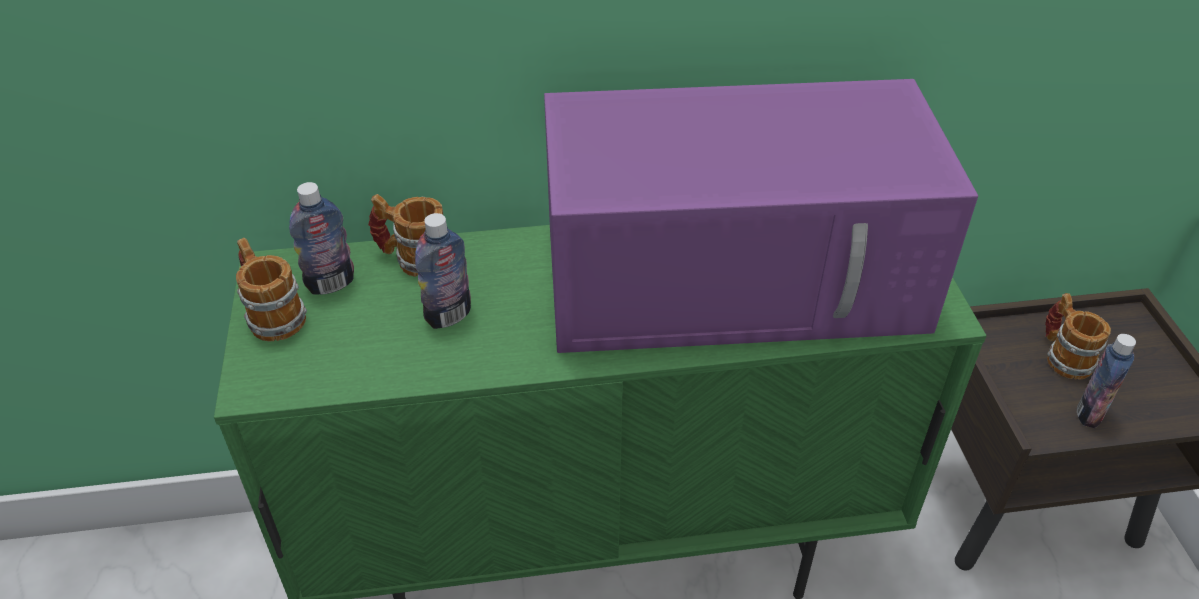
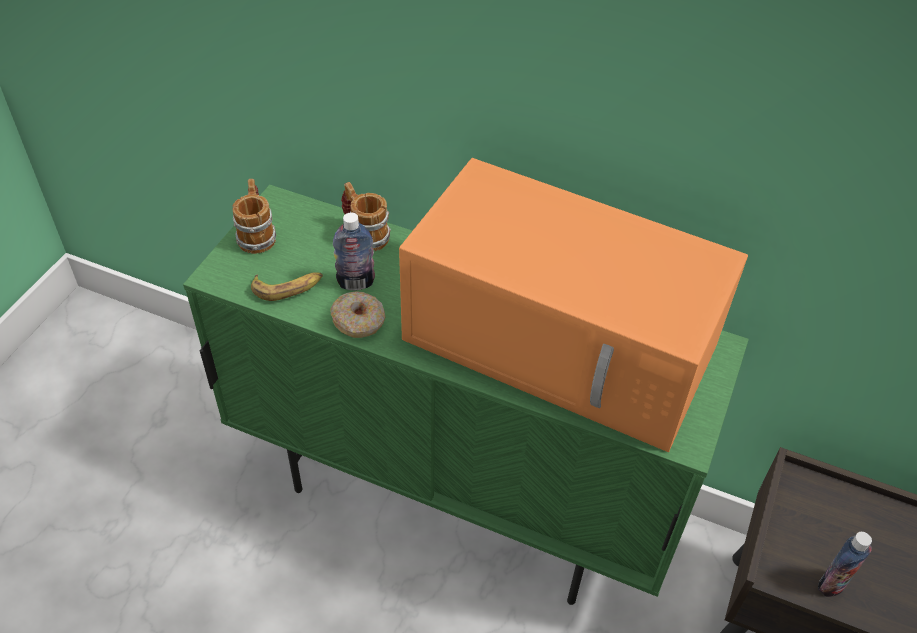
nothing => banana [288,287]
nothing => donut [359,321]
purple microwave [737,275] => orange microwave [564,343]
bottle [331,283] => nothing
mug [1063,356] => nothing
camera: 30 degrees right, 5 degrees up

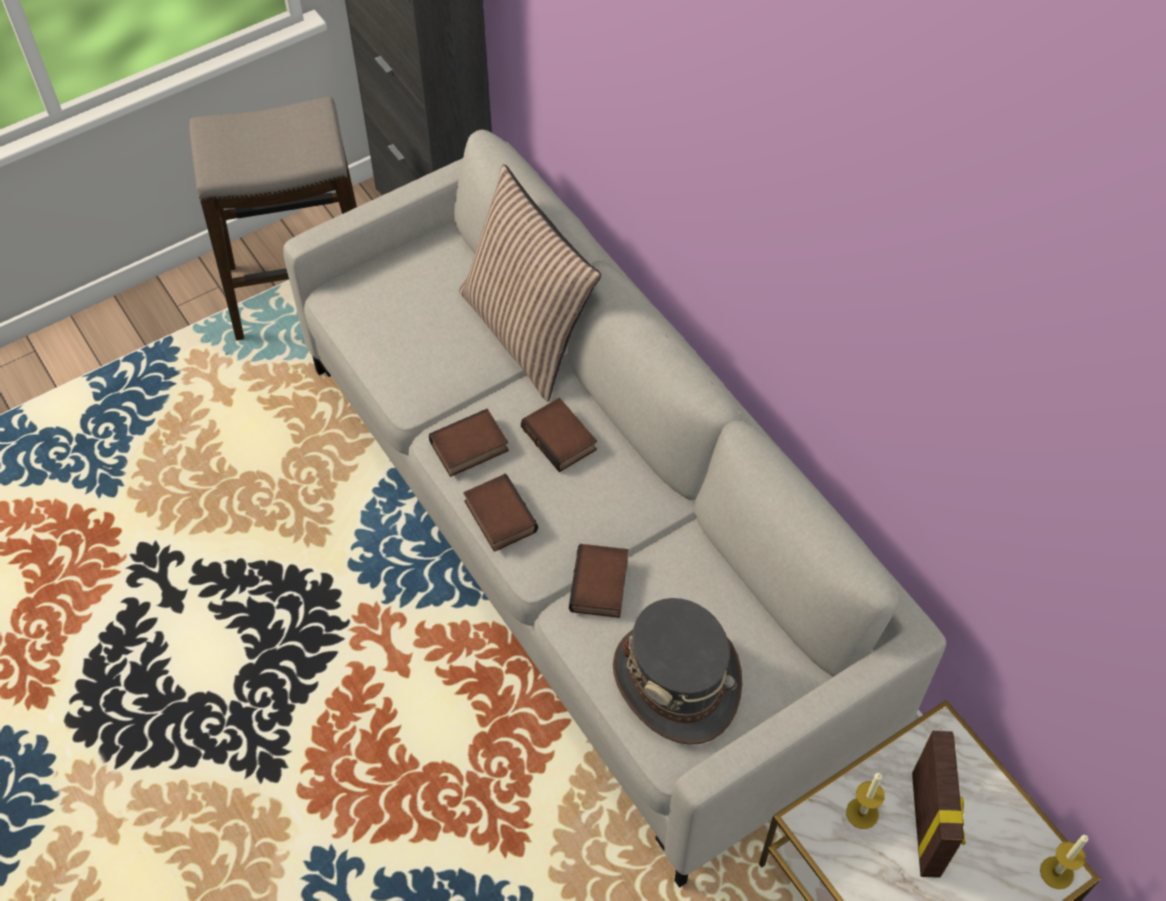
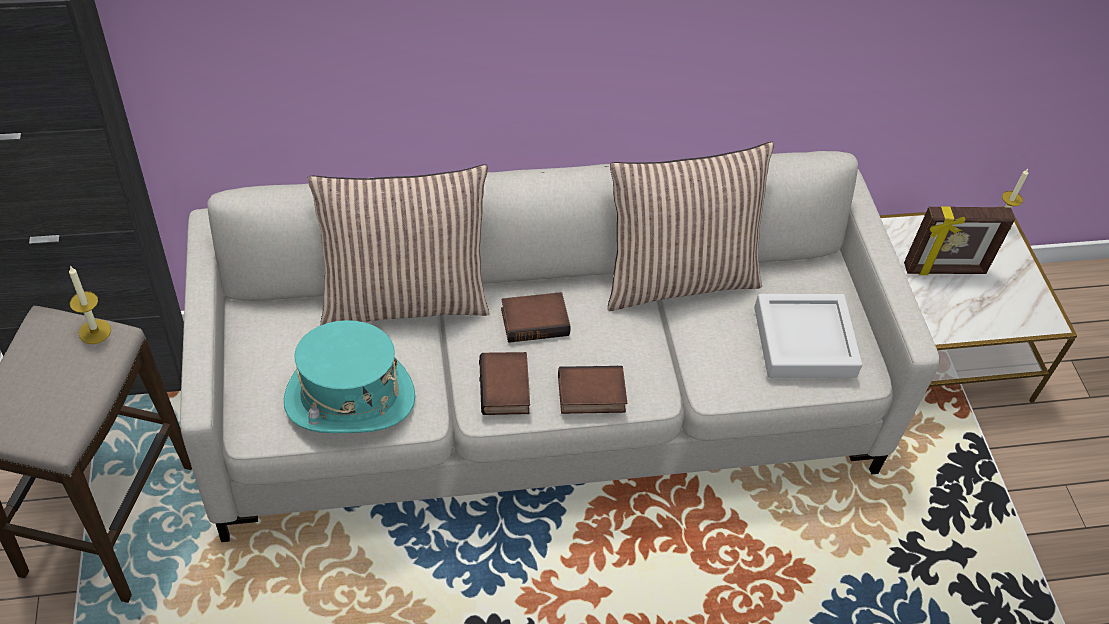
candle [862,813] => candle [95,331], relocated
nothing => turquoise hat [349,399]
nothing => pillow [678,277]
grey hat [676,681] => grey tray [804,342]
picture frame [927,825] => picture frame [944,270], 150 degrees clockwise
book [601,586] => nothing
camera: 70 degrees left, 5 degrees down

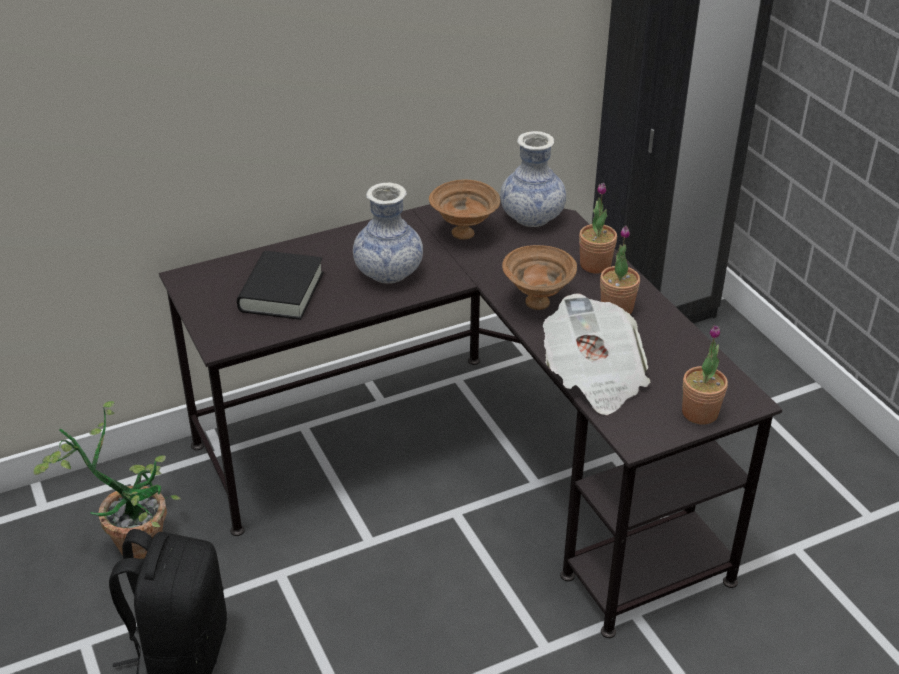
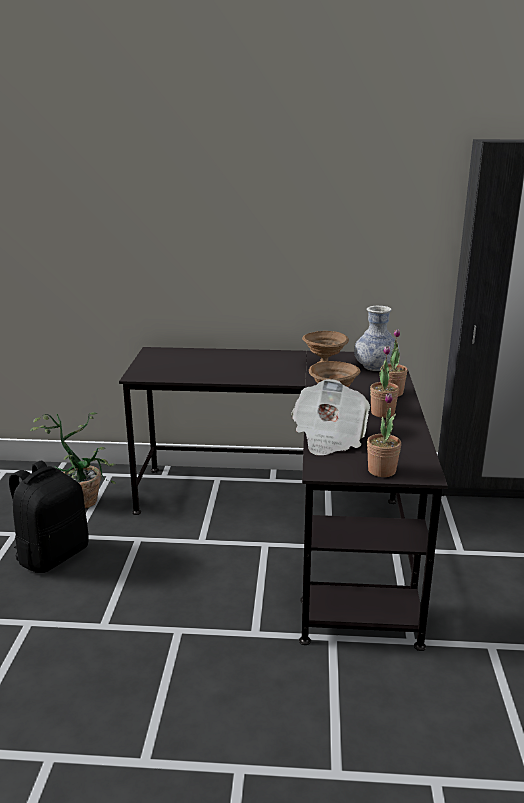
black book [281,292] => nothing
vase [388,273] => nothing
camera: 30 degrees right, 15 degrees down

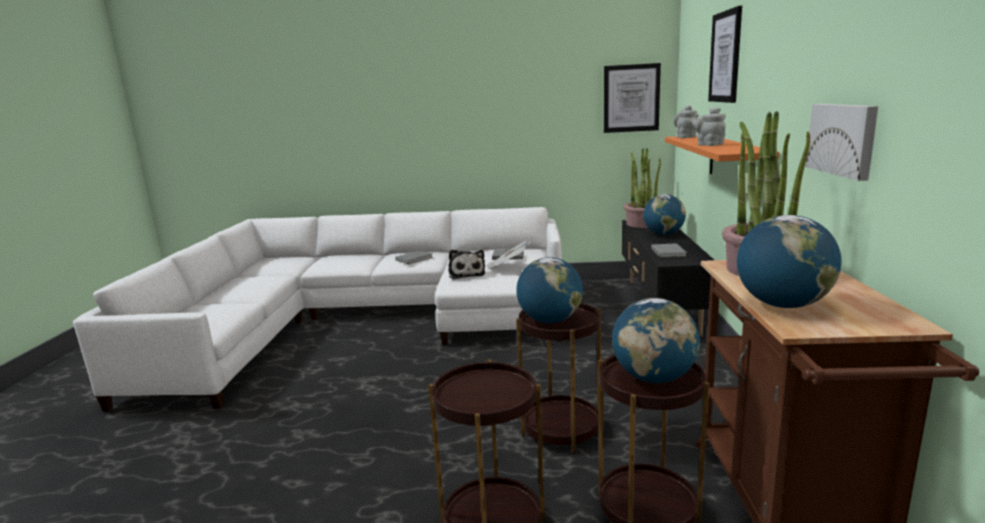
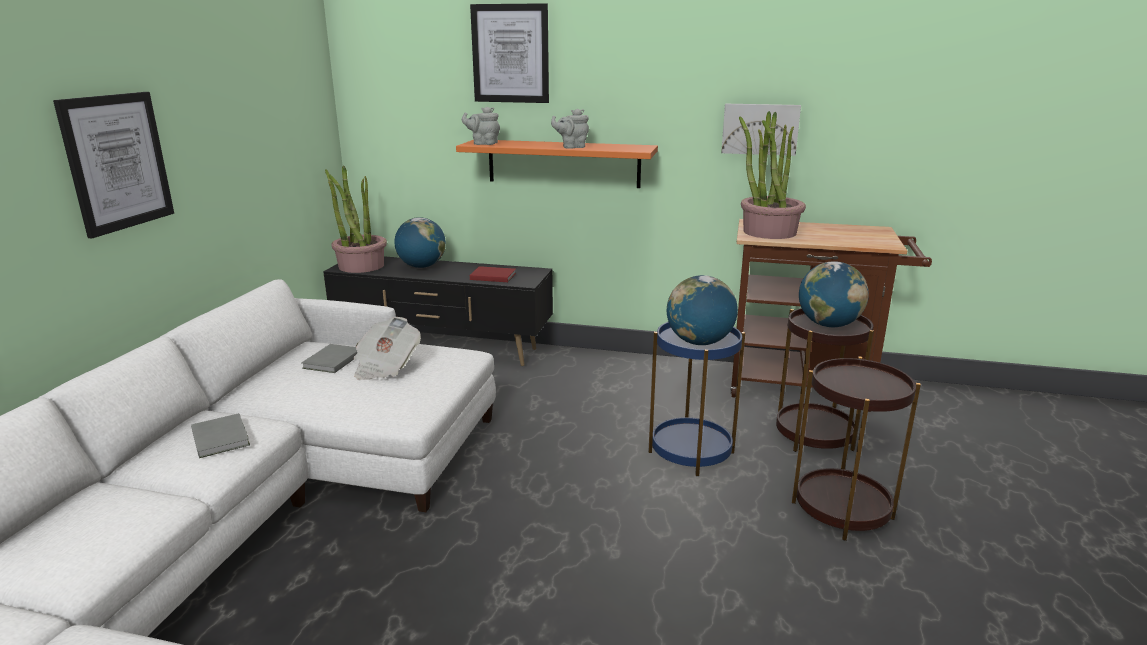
picture [631,98] => picture [117,162], relocated
grey book [668,252] => red book [492,276]
brown side table [561,429] => blue side table [691,452]
plush toy [466,274] => nothing
globe [782,305] => nothing
camera: 80 degrees left, 5 degrees up

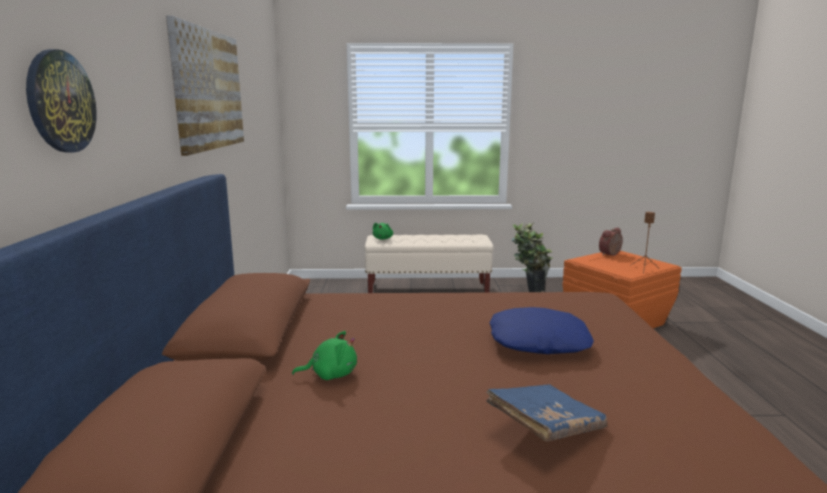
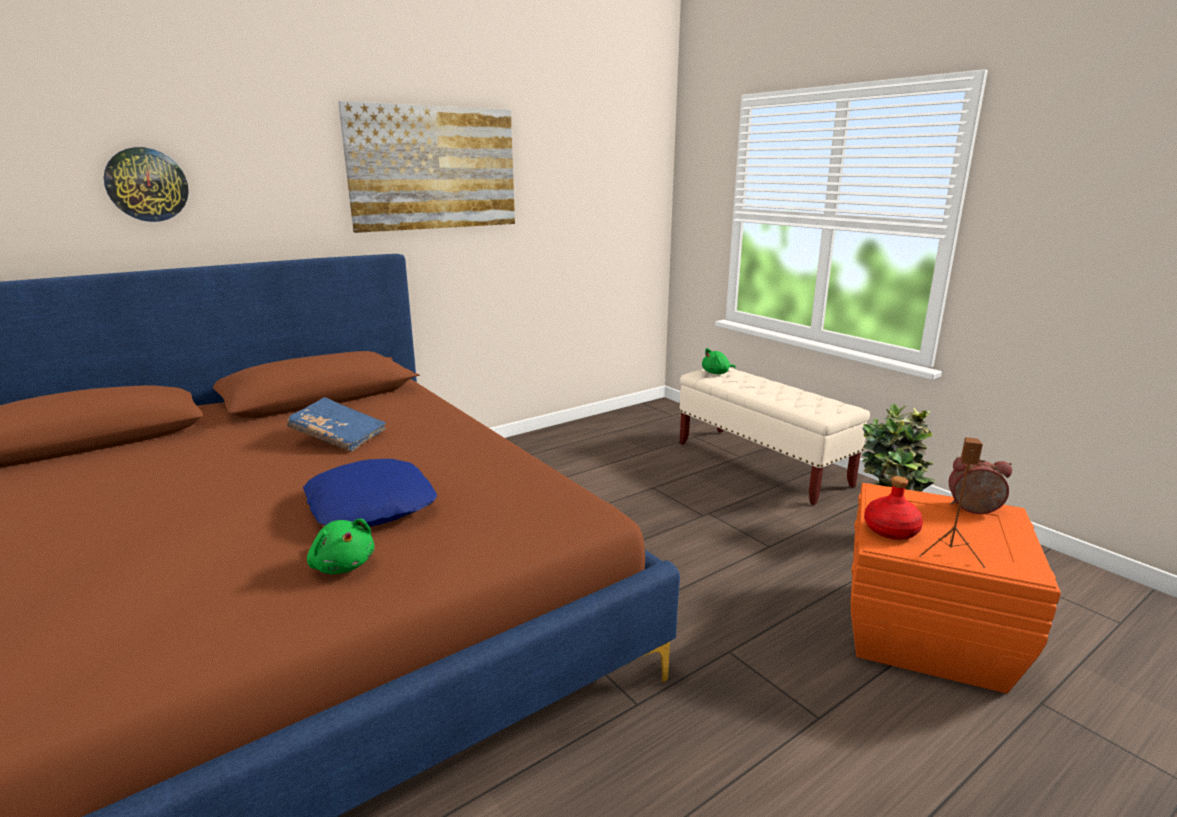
blue book [545,427] => blue book [339,437], relocated
green plush toy [330,374] => green plush toy [342,565], relocated
nothing => red bottle [890,530]
camera: 55 degrees right, 5 degrees up

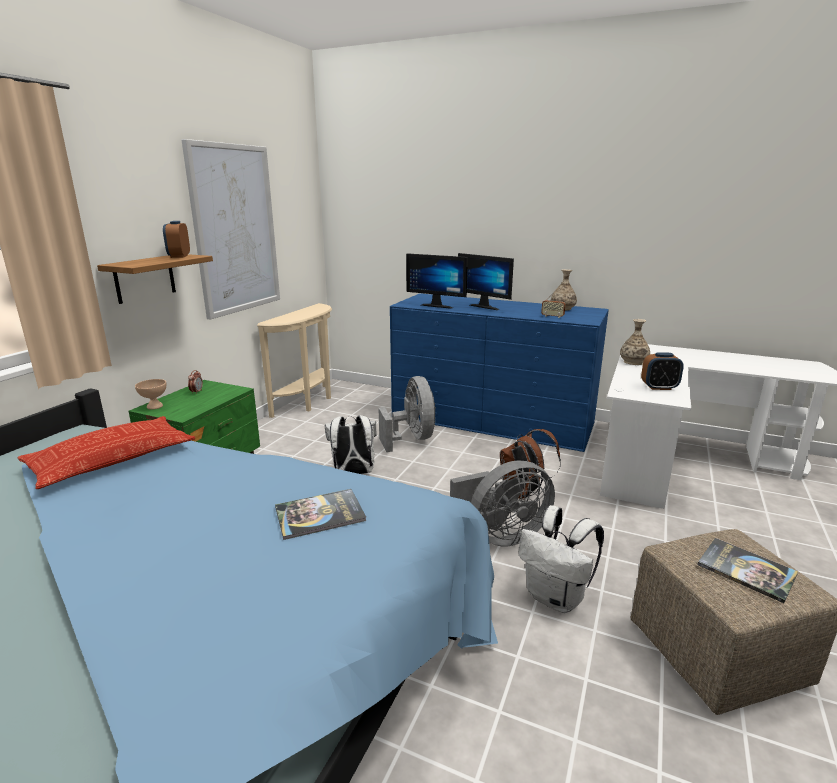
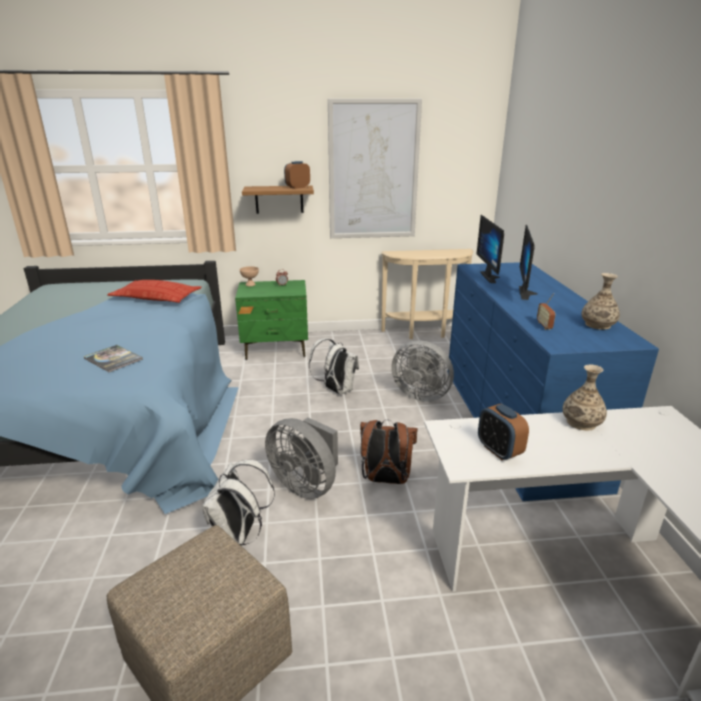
grey fan [412,438] => grey fan [421,394], 75 degrees clockwise
book [746,570] => nothing
camera: 60 degrees right, 5 degrees up

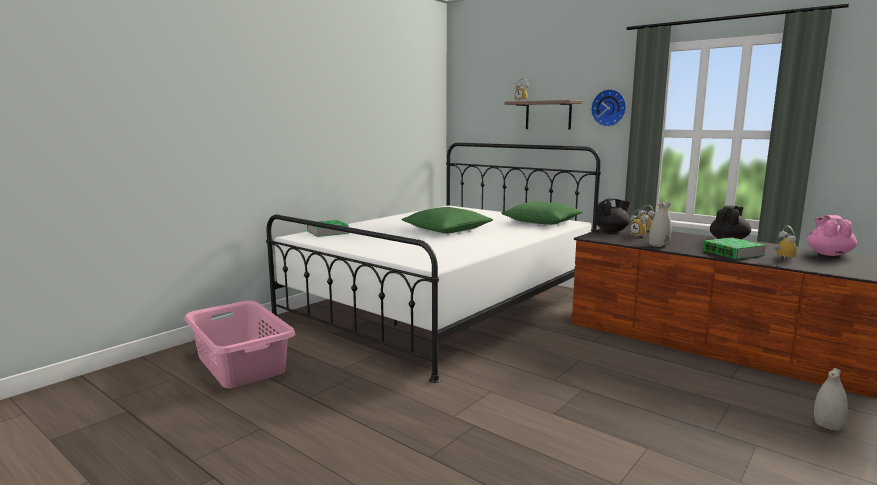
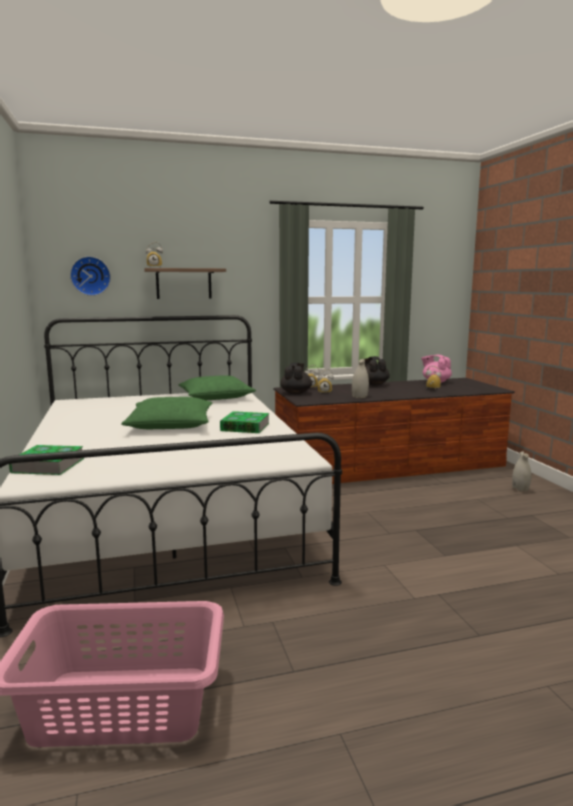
wall clock [609,108] => wall clock [90,276], relocated
book [733,253] => book [245,427], relocated
camera: 55 degrees left, 0 degrees up

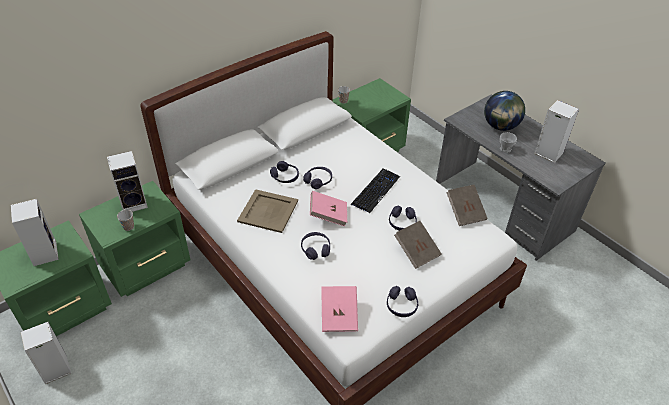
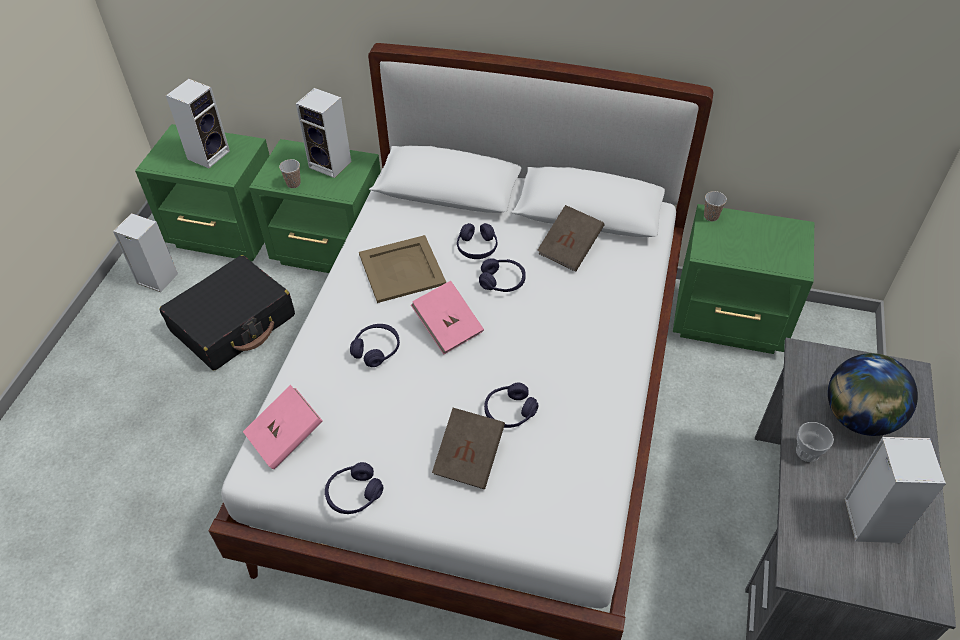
nothing => black suitcase [233,323]
brown book [465,212] => brown book [570,249], relocated
keyboard [375,191] => nothing
camera: 55 degrees right, 5 degrees up

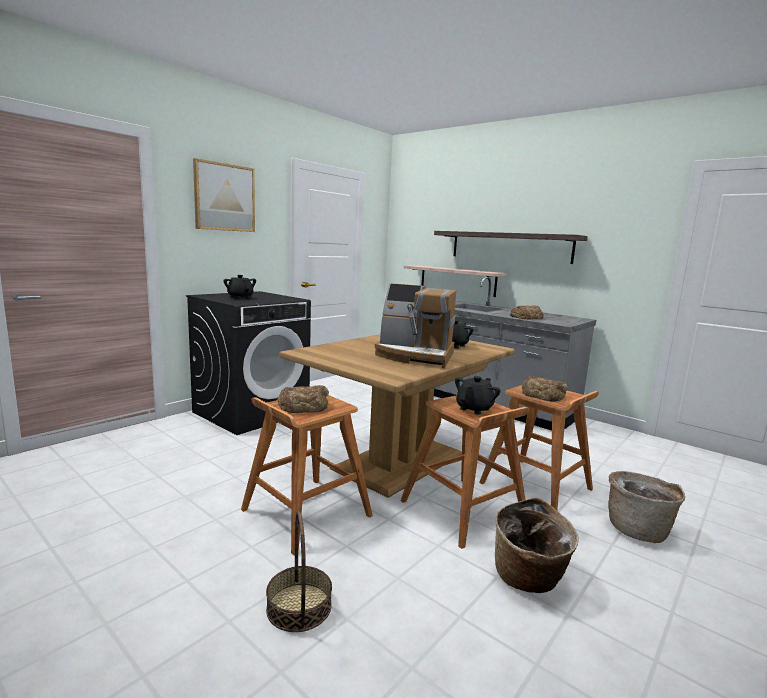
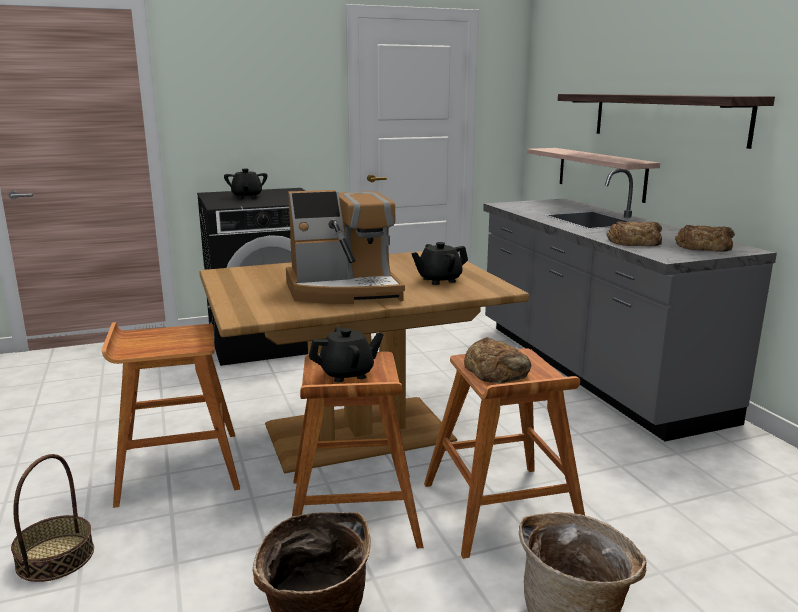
coffee machine [415,356] => coffee machine [344,290], 60 degrees counterclockwise
bread [304,405] => bread [704,246], relocated
picture [224,197] => nothing
camera: 30 degrees right, 5 degrees up

